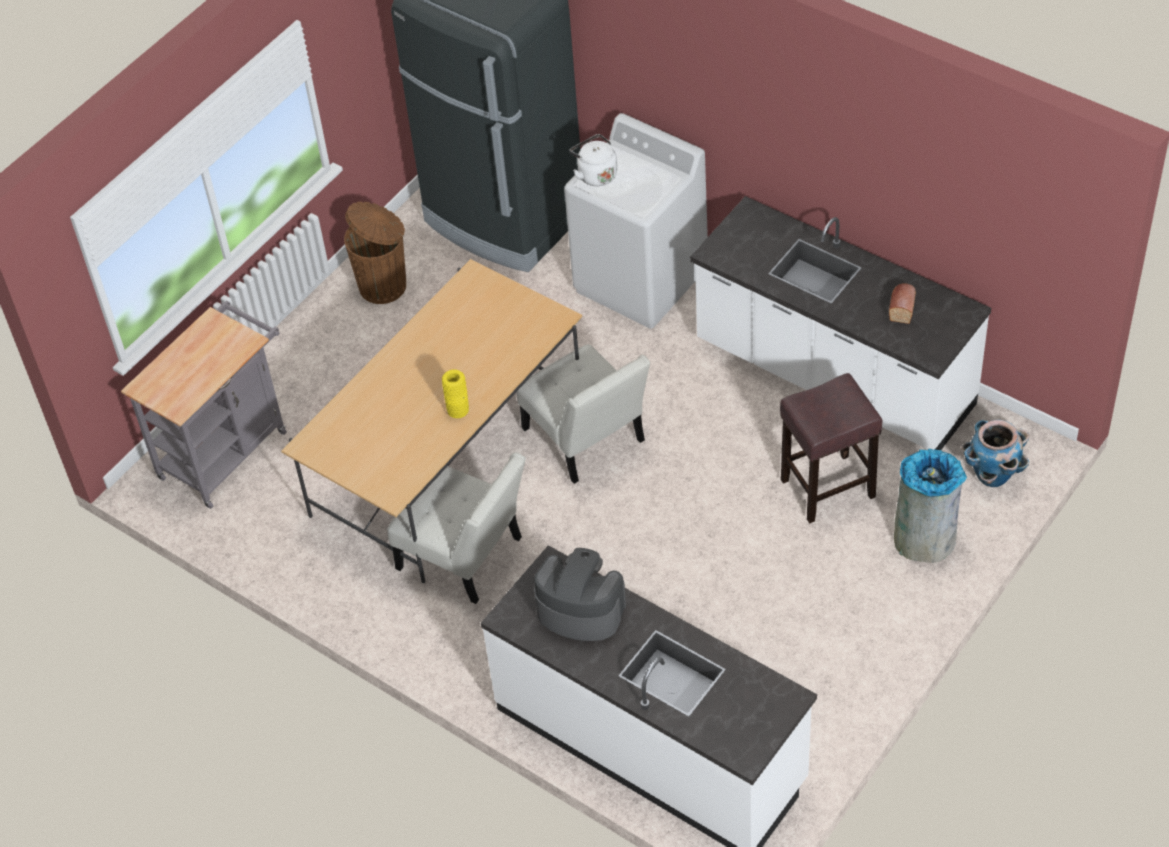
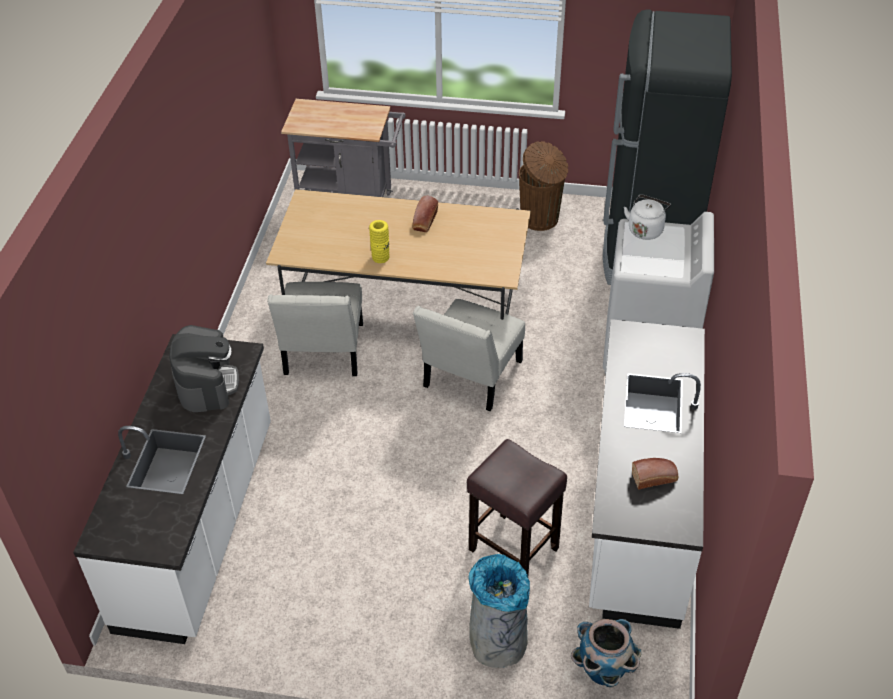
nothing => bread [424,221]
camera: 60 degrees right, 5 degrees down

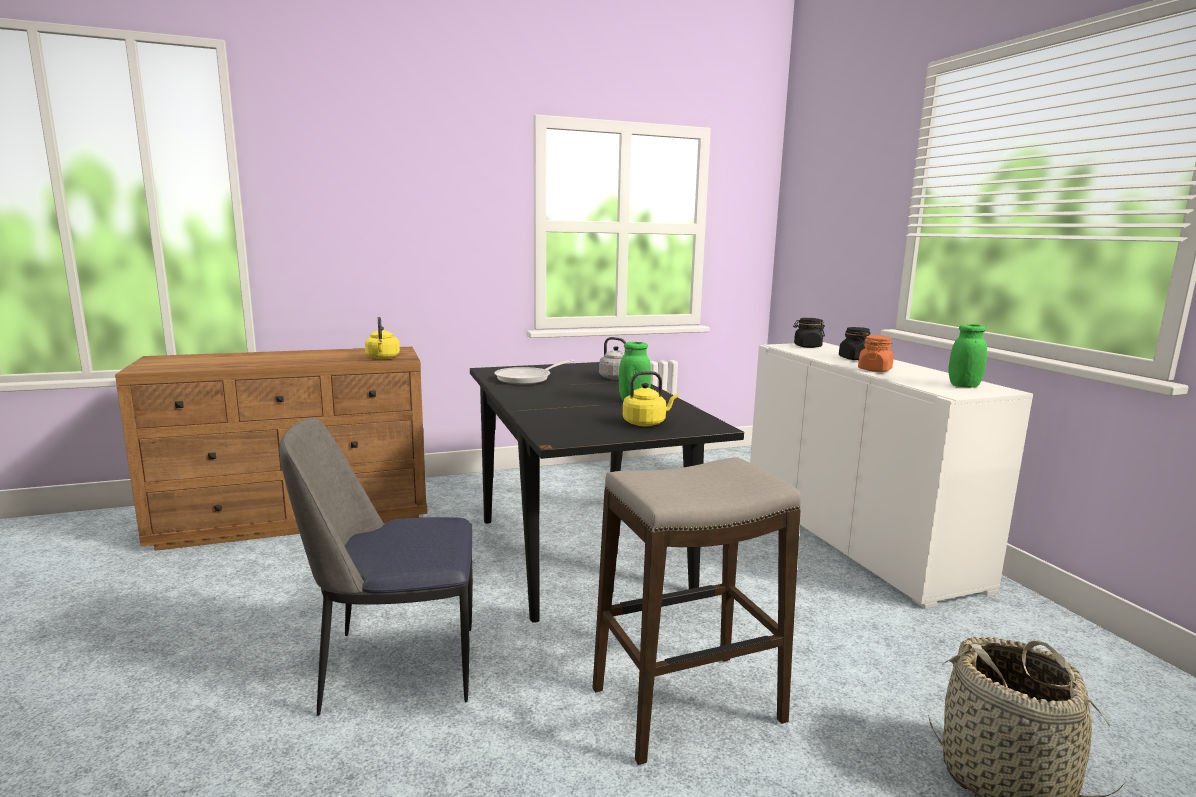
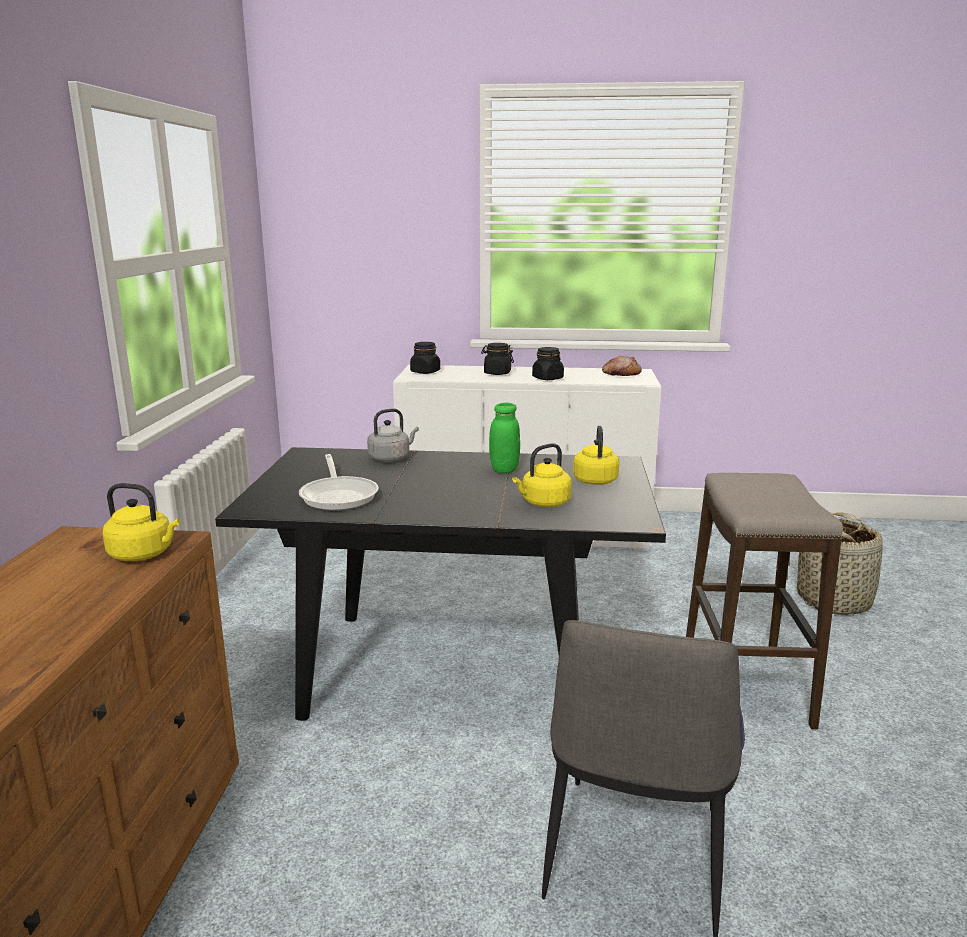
nothing => yellow kettle [543,503]
orange jar [874,370] => black jar [547,378]
green jar [964,386] => bread [621,374]
camera: 65 degrees left, 5 degrees up

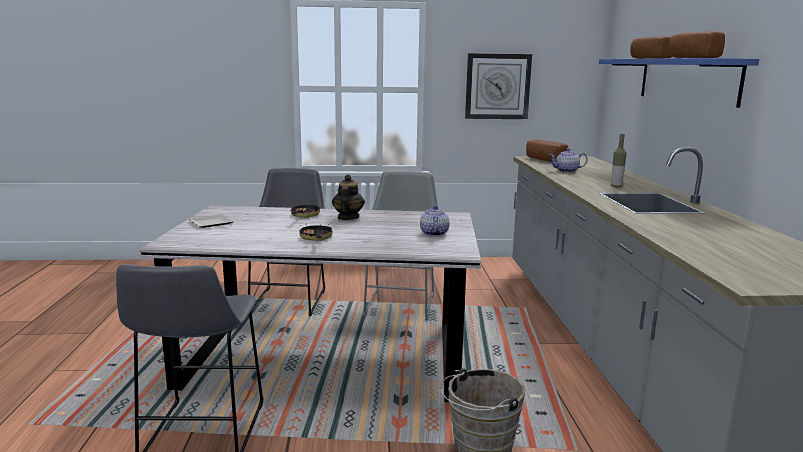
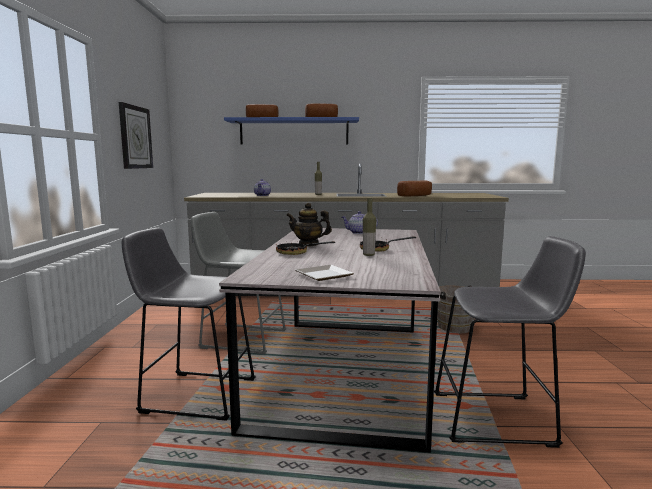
nothing => bottle [368,255]
bread [543,160] => bread [416,196], relocated
camera: 85 degrees left, 5 degrees down

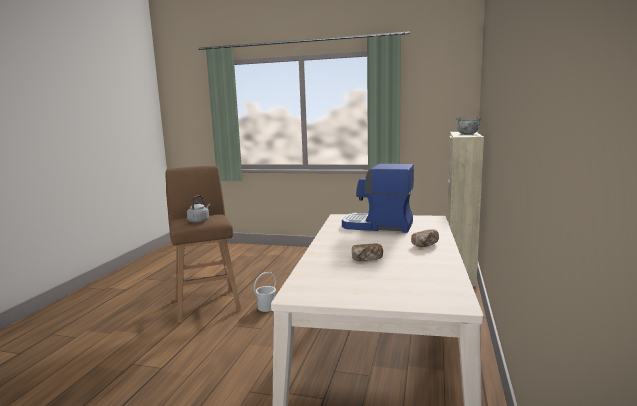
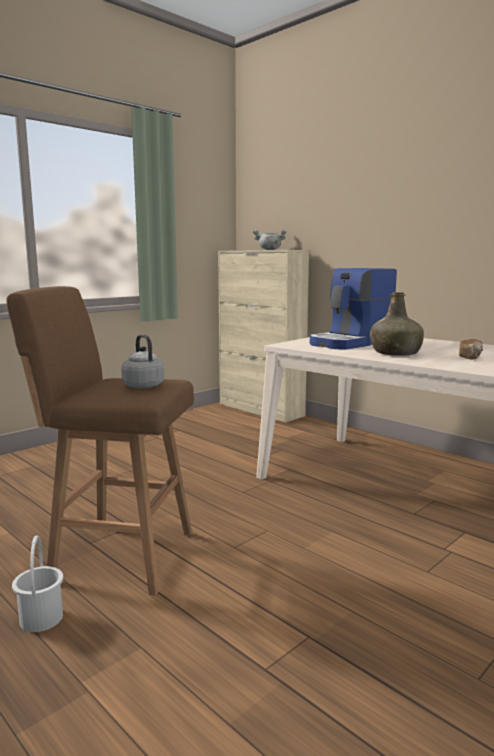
white bucket [266,307] => white bucket [40,619], relocated
nothing => green bottle [395,353]
bread [425,245] => nothing
camera: 60 degrees left, 0 degrees up

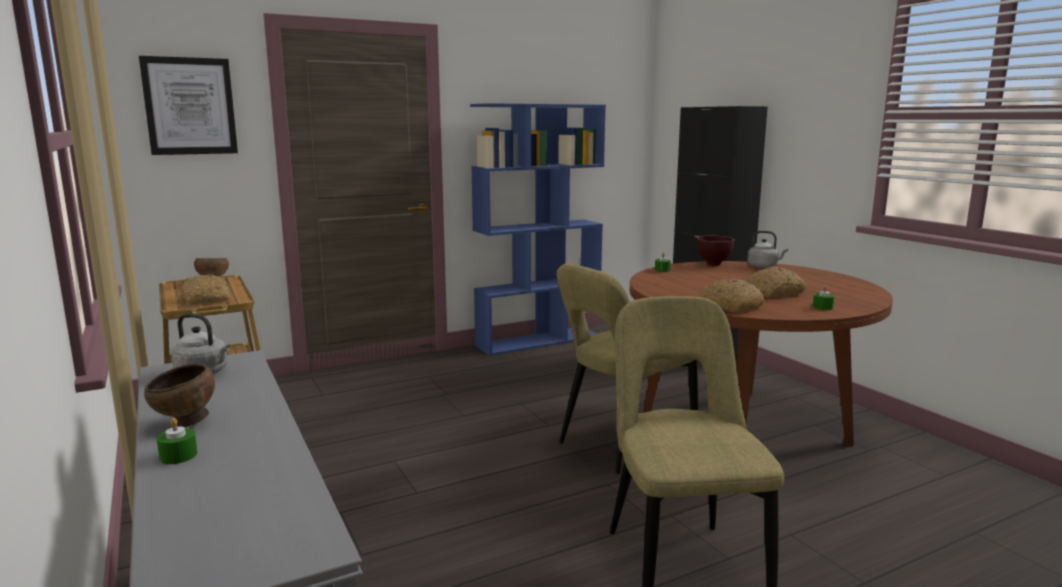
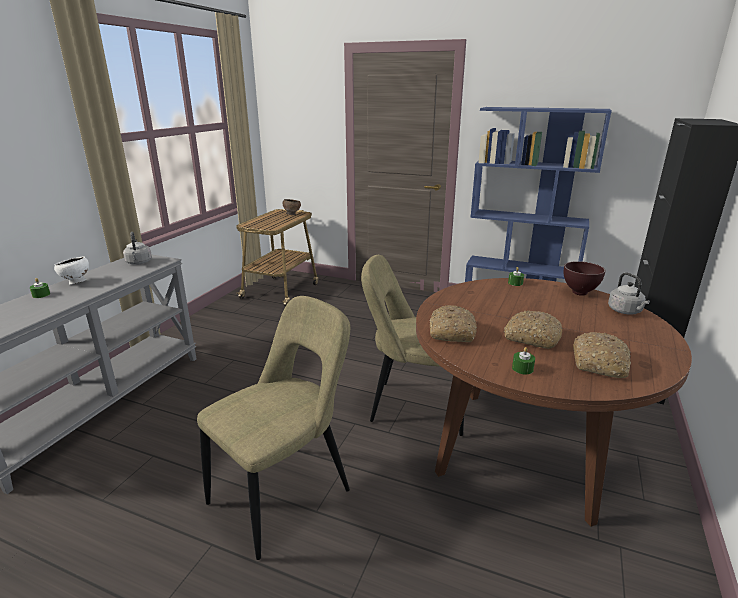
brown bowl [185,424] => white bowl [76,283]
bread [207,299] => bread [600,363], relocated
picture [190,106] => nothing
camera: 50 degrees right, 10 degrees up

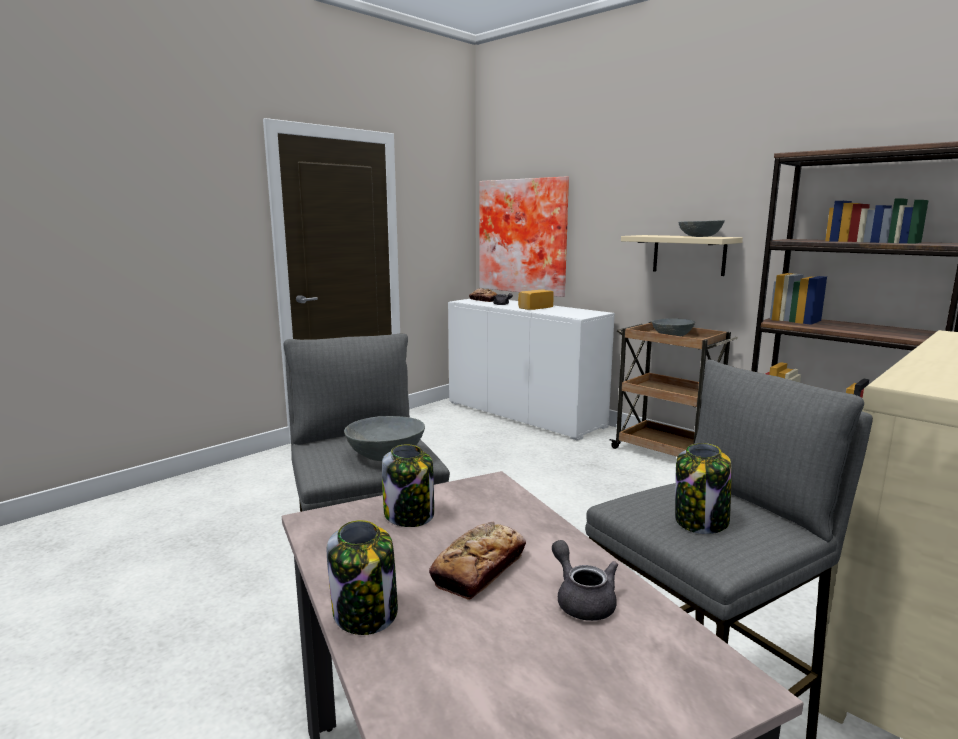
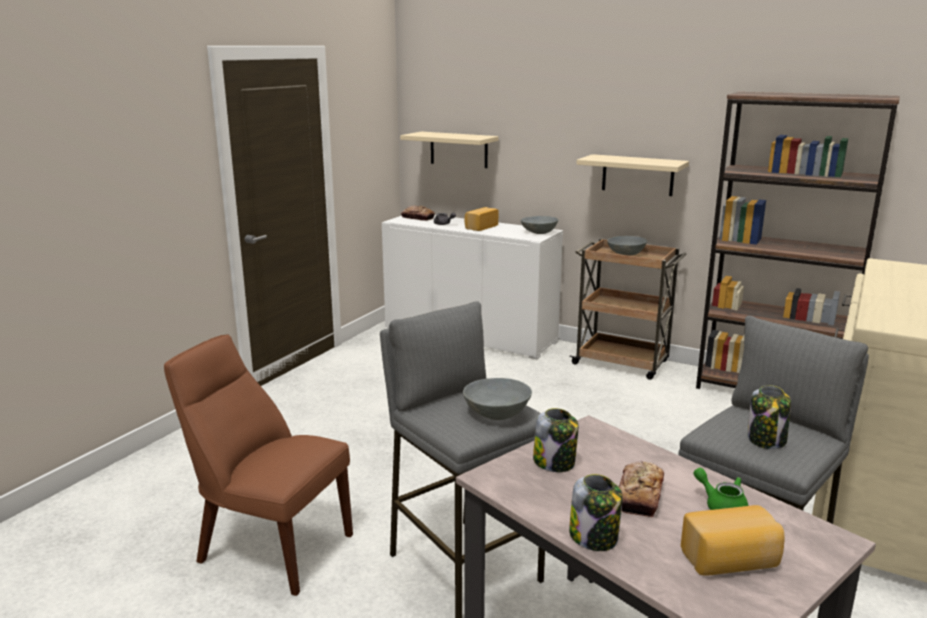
nothing => brown chair [270,546]
picture [524,236] => beige shelf [458,149]
grey bowl [700,236] => grey bowl [539,232], relocated
nothing => bread [731,561]
grey teapot [582,600] => green teapot [721,506]
camera: 15 degrees left, 5 degrees up

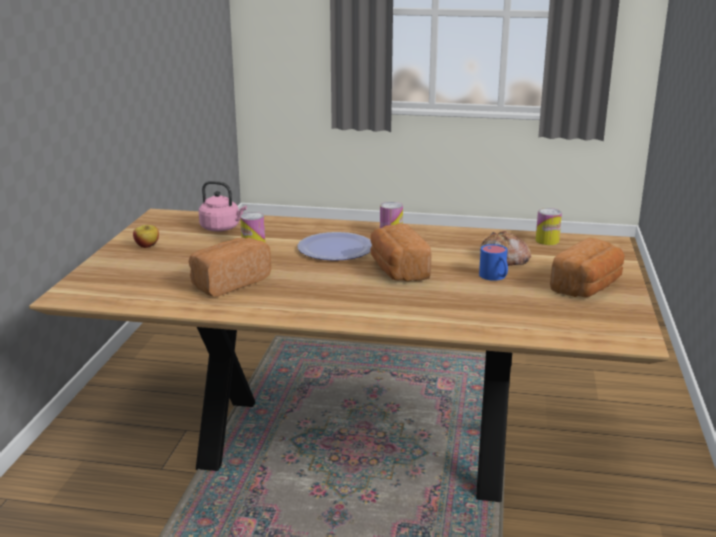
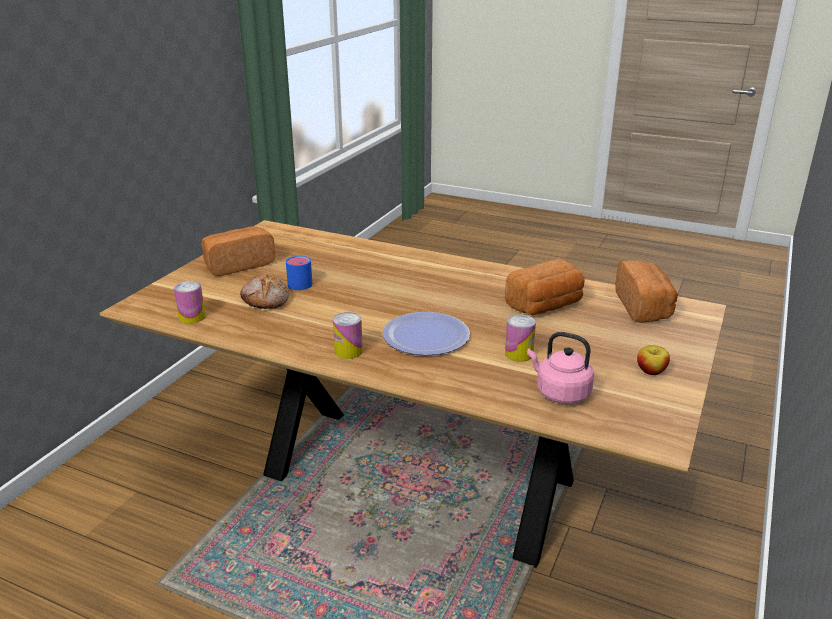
bread [397,270] => bread [644,307], relocated
camera: 165 degrees left, 5 degrees up

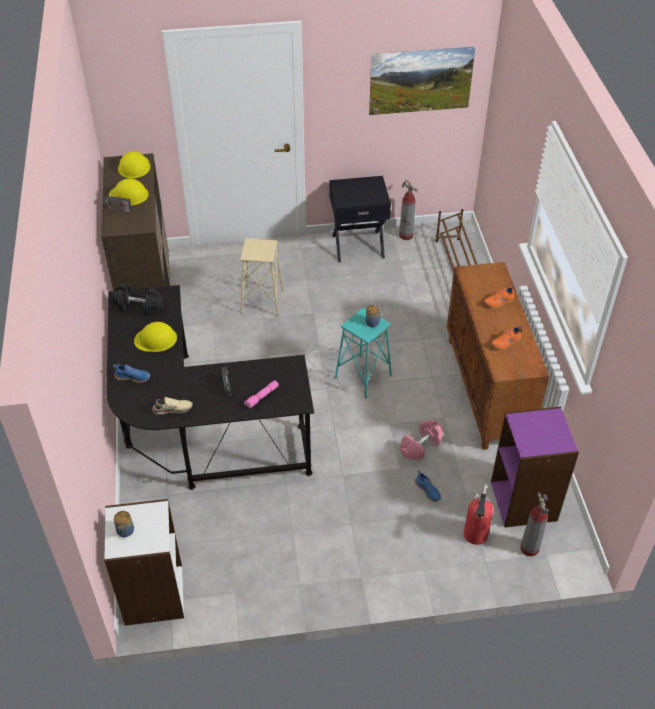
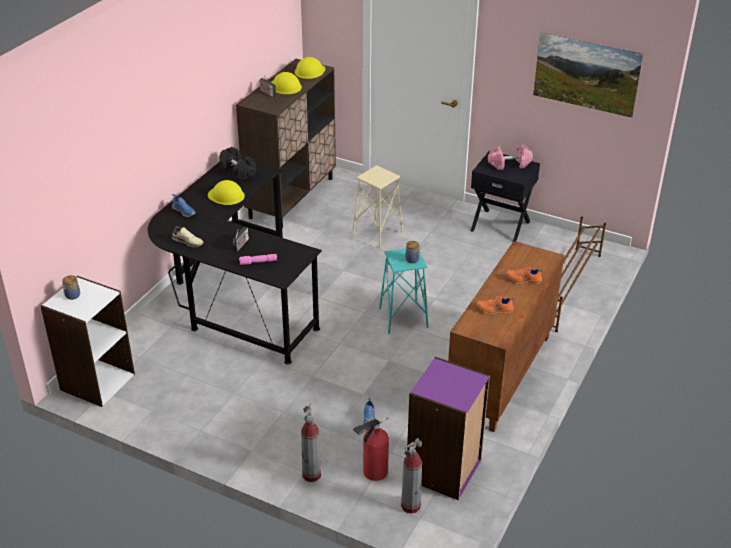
fire extinguisher [406,235] => fire extinguisher [311,475], relocated
pink dumbbell [421,446] => pink dumbbell [509,164], relocated
camera: 35 degrees right, 10 degrees down

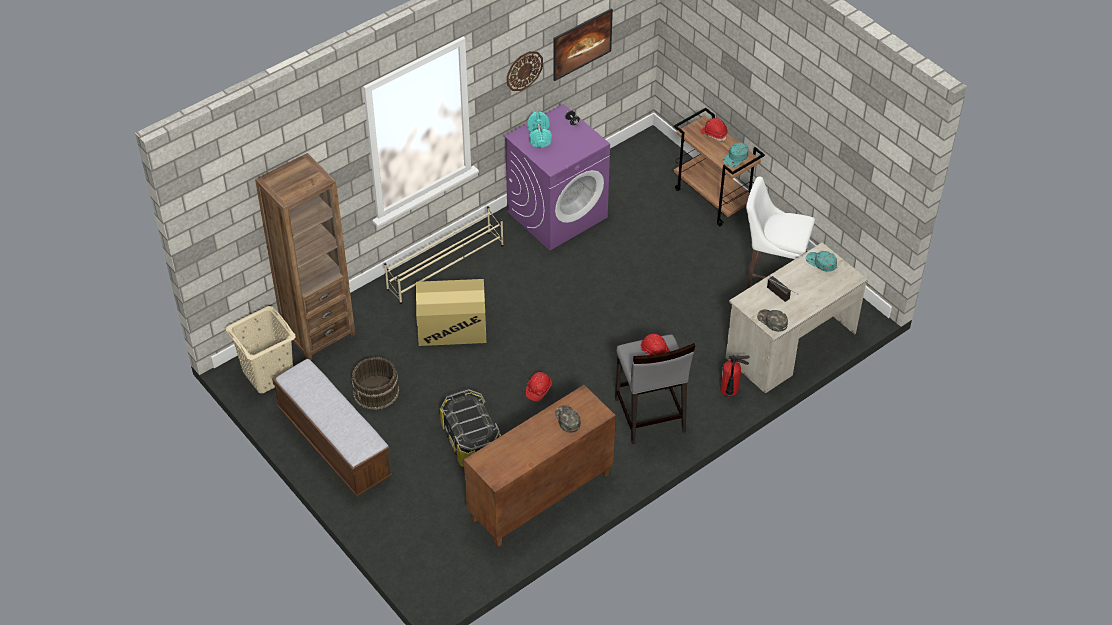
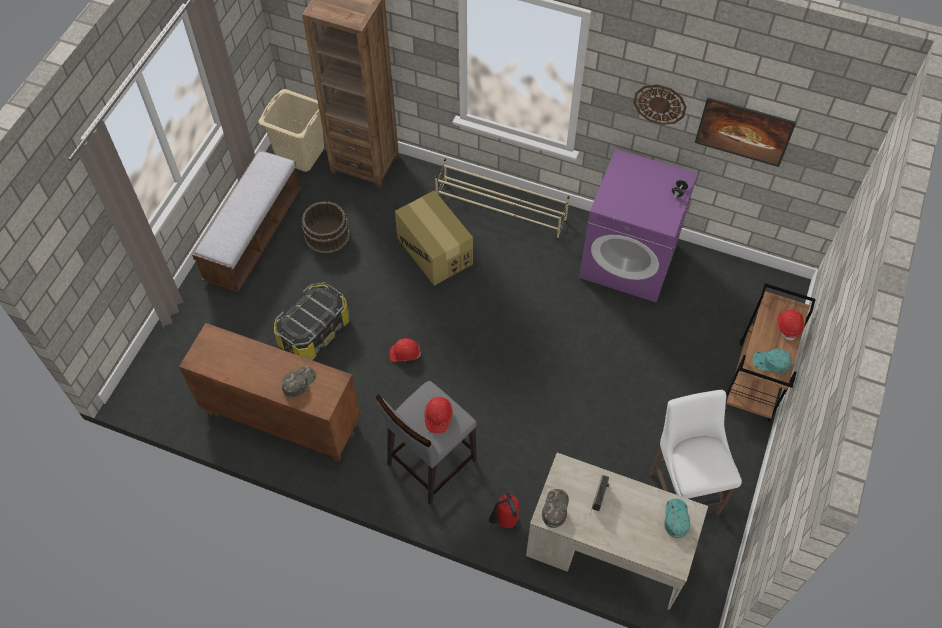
turquoise dumbbell [539,136] => nothing
camera: 60 degrees right, 10 degrees up

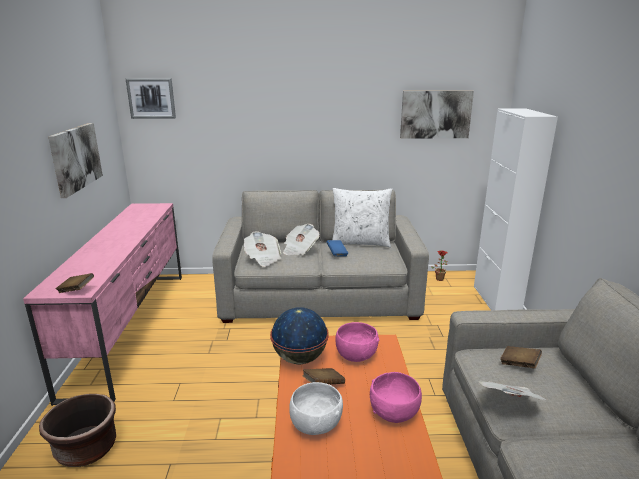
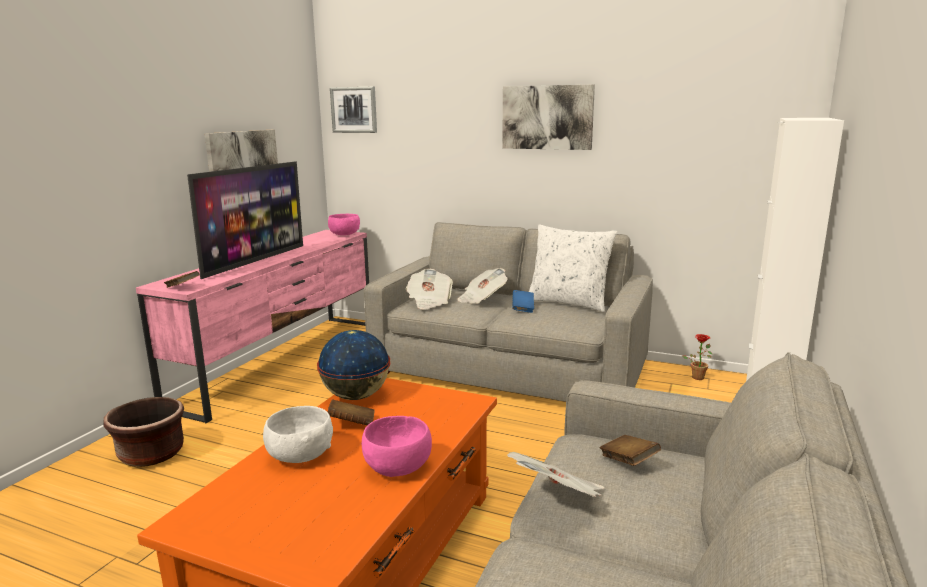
nothing => television [255,261]
pink bowl [356,355] => pink bowl [344,234], relocated
picture [435,114] => picture [547,117], relocated
camera: 25 degrees right, 5 degrees down

